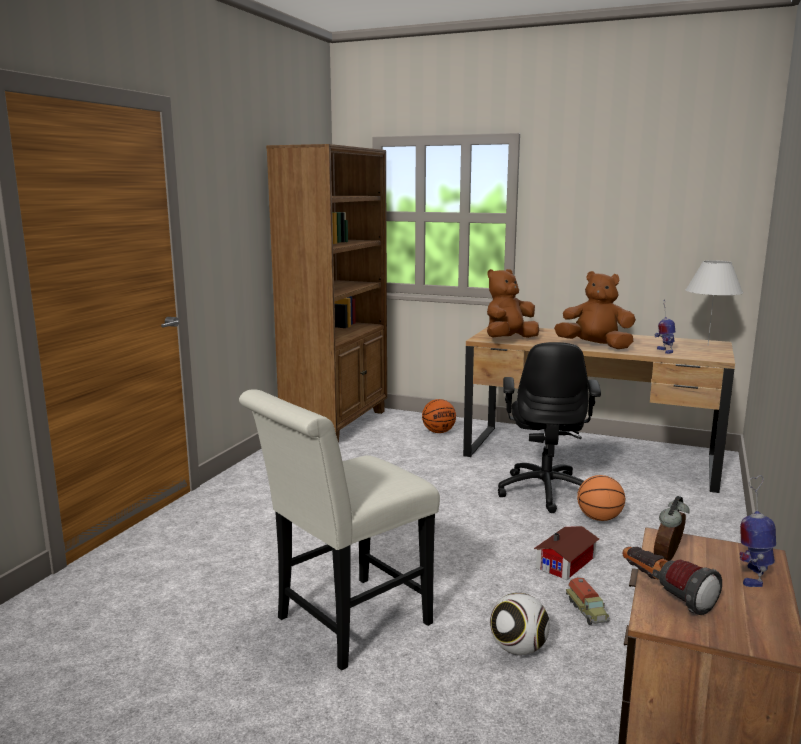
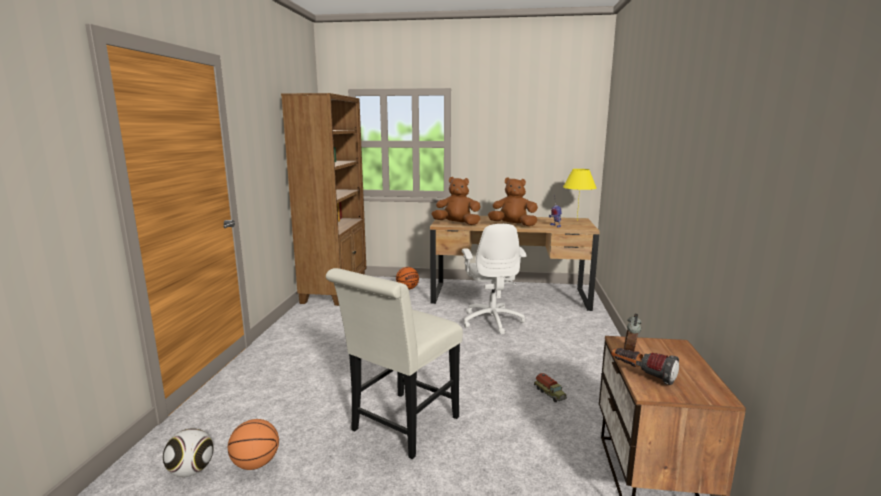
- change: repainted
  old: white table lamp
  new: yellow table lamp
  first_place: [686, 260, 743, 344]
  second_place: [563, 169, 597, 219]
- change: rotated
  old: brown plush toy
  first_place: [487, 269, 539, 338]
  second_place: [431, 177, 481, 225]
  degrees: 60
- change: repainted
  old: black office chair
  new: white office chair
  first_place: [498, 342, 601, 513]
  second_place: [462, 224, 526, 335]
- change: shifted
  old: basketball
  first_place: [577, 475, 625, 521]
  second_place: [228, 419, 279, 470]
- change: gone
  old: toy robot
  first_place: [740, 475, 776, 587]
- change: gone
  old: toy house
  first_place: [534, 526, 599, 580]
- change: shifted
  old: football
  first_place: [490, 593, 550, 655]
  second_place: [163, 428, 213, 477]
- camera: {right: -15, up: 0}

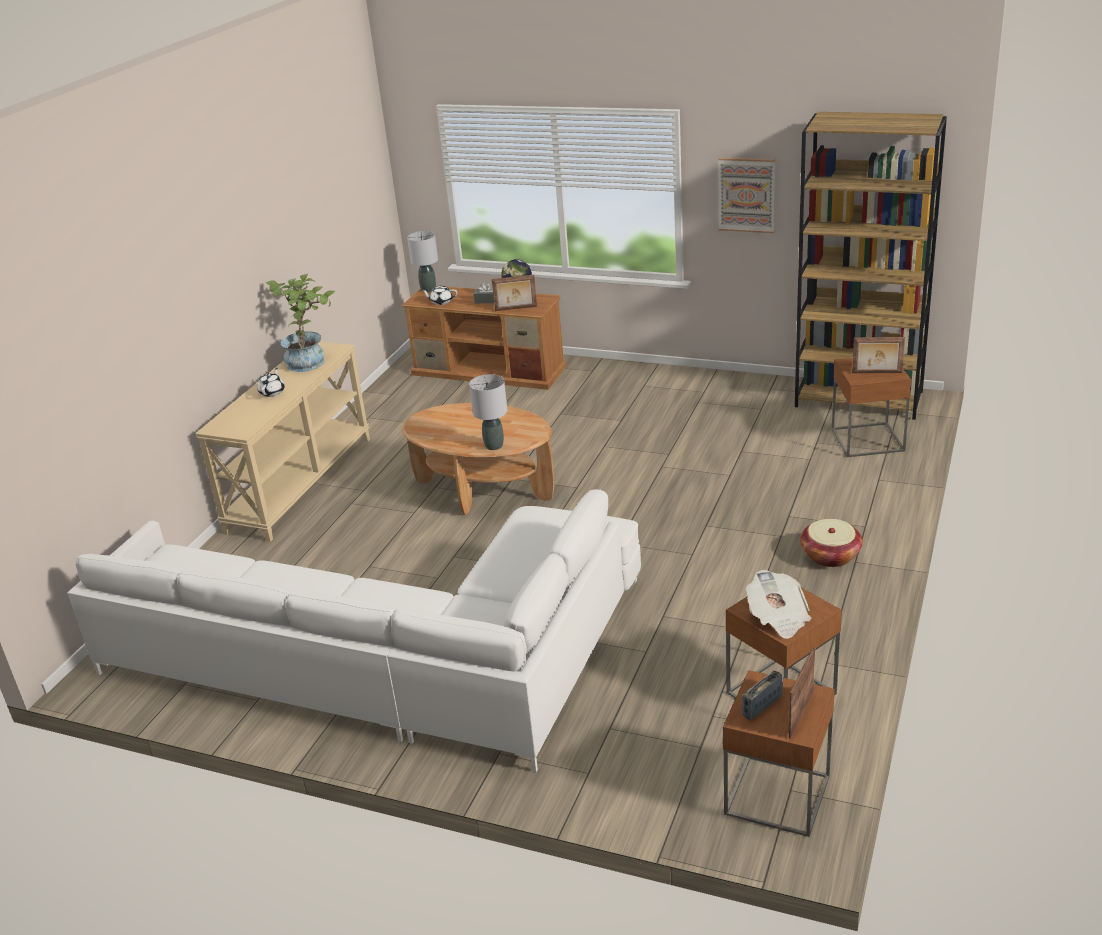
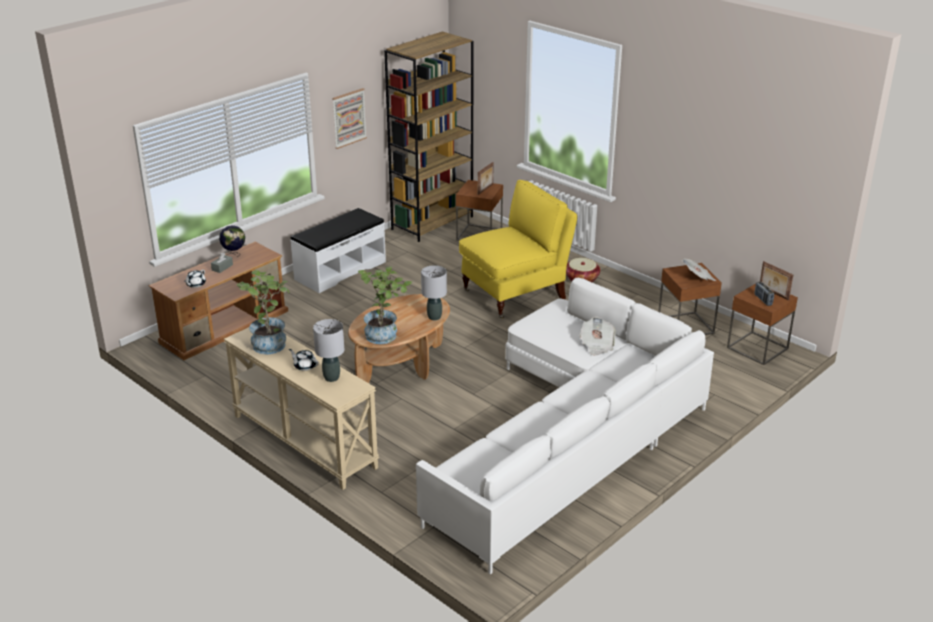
- change: shifted
  old: grey table lamp
  first_place: [407, 231, 438, 293]
  second_place: [313, 319, 344, 382]
- change: gone
  old: picture frame
  first_place: [492, 275, 537, 311]
- change: new
  new: yellow armchair
  second_place: [459, 180, 577, 319]
- change: new
  new: white bench
  second_place: [290, 208, 386, 293]
- change: new
  new: potted plant
  second_place: [358, 266, 412, 344]
- change: new
  new: newspaper
  second_place: [580, 317, 616, 356]
- camera: {right: -70, up: 0}

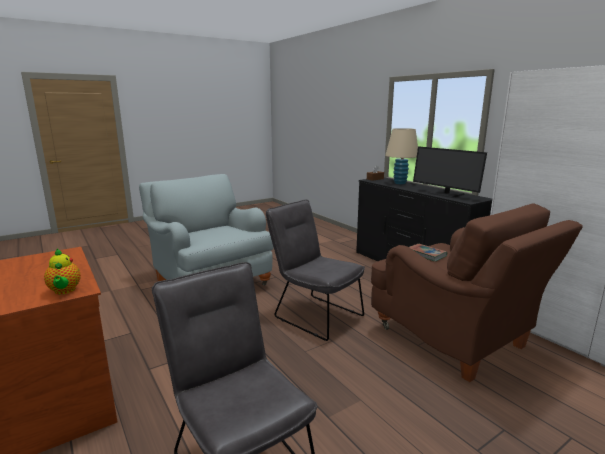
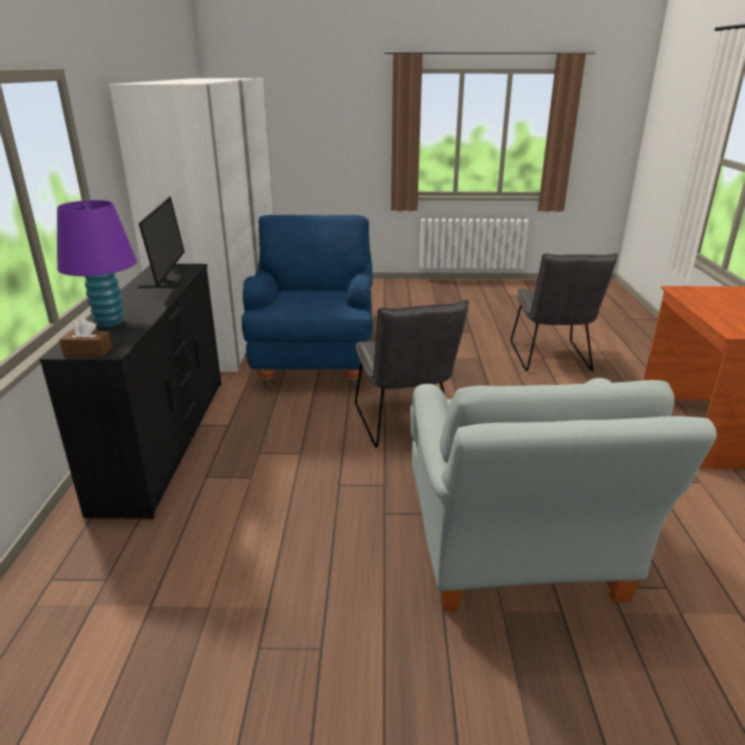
- change: repainted
  old: beige table lamp
  new: purple table lamp
  first_place: [385, 128, 418, 184]
  second_place: [57, 200, 137, 327]
- change: repainted
  old: brown armchair
  new: blue armchair
  first_place: [371, 203, 583, 382]
  second_place: [242, 215, 373, 387]
- change: gone
  old: book
  first_place: [409, 244, 447, 262]
- change: gone
  old: teapot
  first_place: [44, 249, 81, 294]
- camera: {right: -145, up: 10}

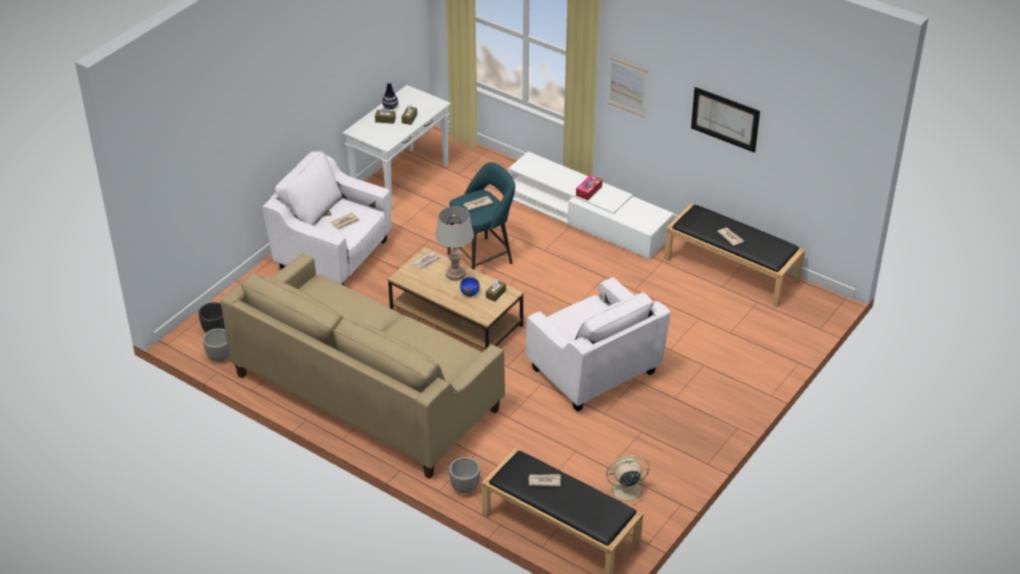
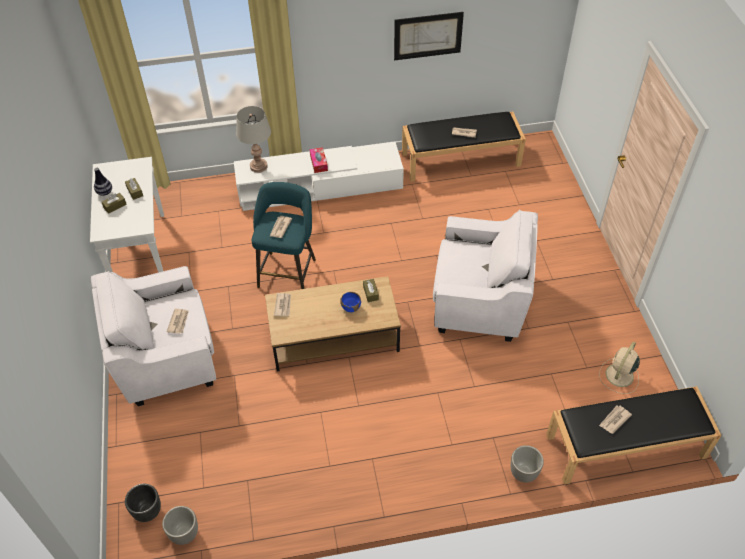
- change: gone
  old: picture
  first_place: [608, 57, 648, 117]
- change: shifted
  old: grey table lamp
  first_place: [435, 206, 474, 281]
  second_place: [236, 106, 271, 173]
- change: gone
  old: beige sofa
  first_place: [221, 253, 505, 479]
- camera: {right: -45, up: 10}

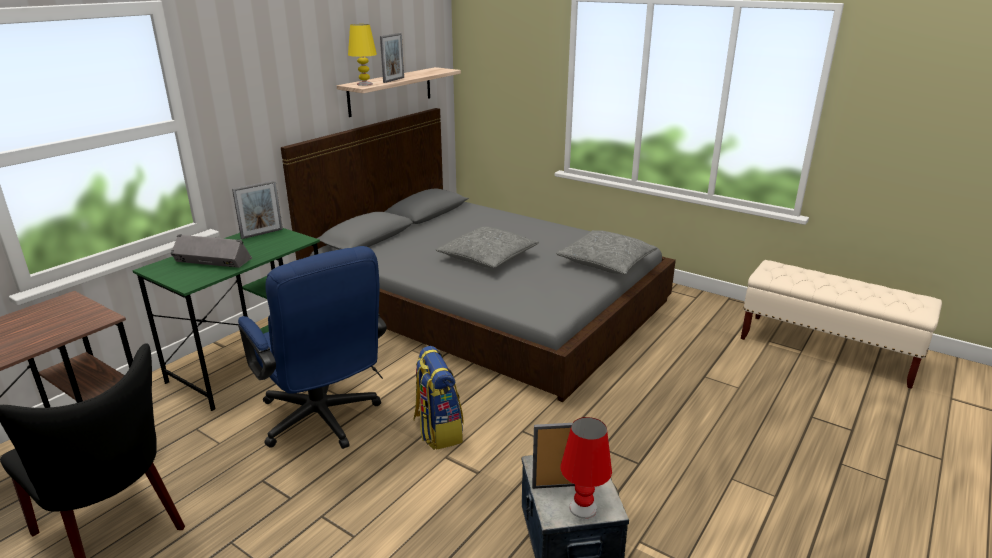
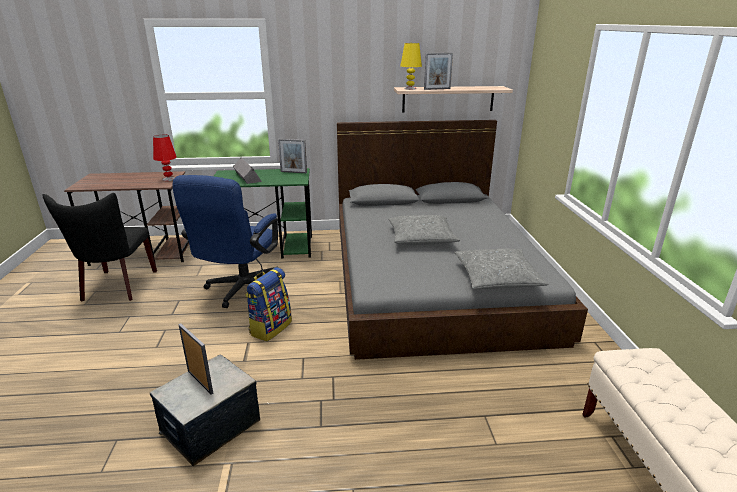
- change: shifted
  old: red table lamp
  first_place: [561, 417, 612, 519]
  second_place: [153, 135, 177, 181]
- camera: {right: 50, up: 0}

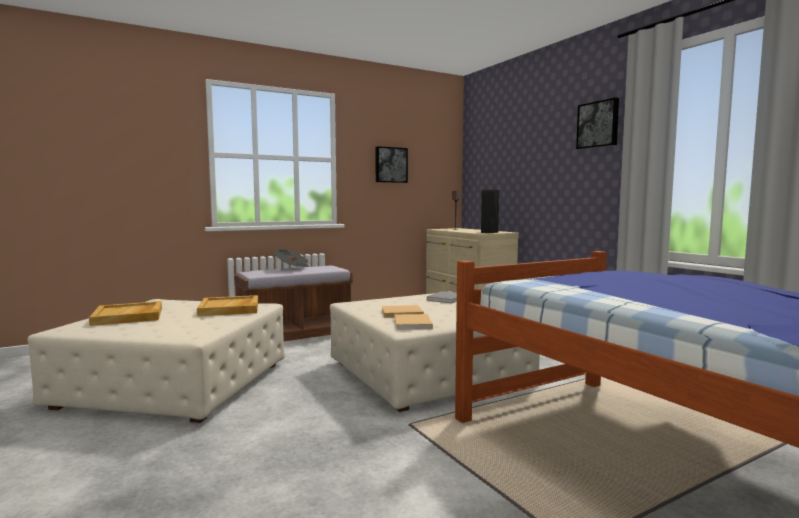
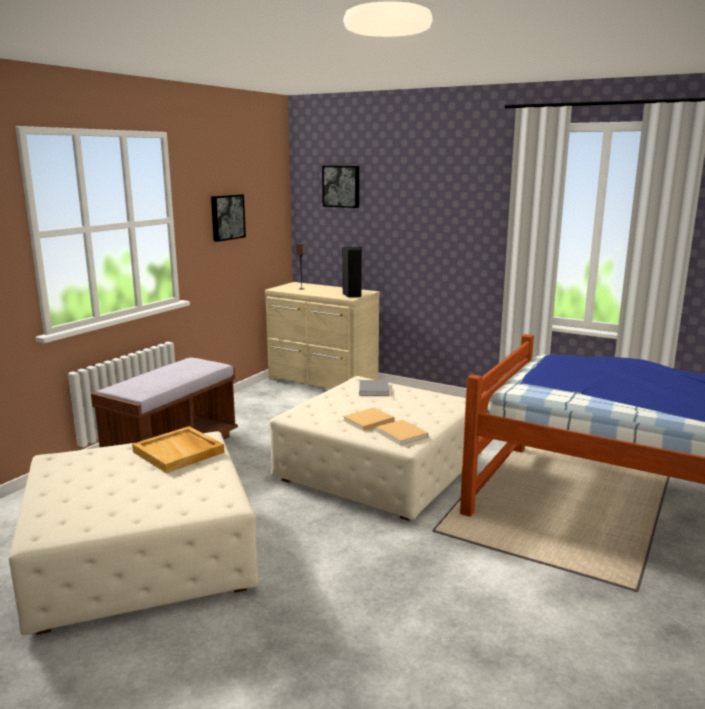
- change: shifted
  old: picture
  first_place: [576, 97, 619, 149]
  second_place: [322, 166, 359, 208]
- change: gone
  old: newspaper
  first_place: [273, 250, 309, 267]
- change: gone
  old: beige tray
  first_place: [89, 301, 162, 326]
- camera: {right: -30, up: 10}

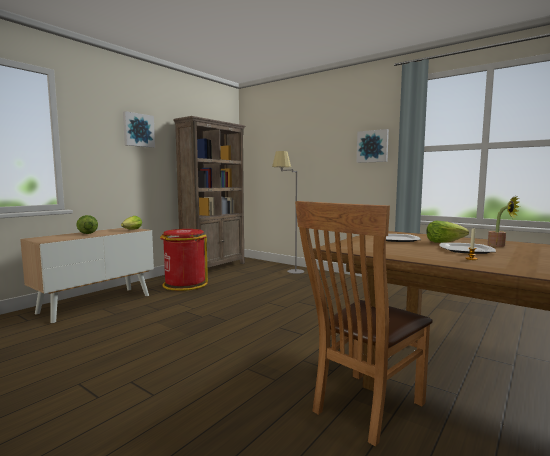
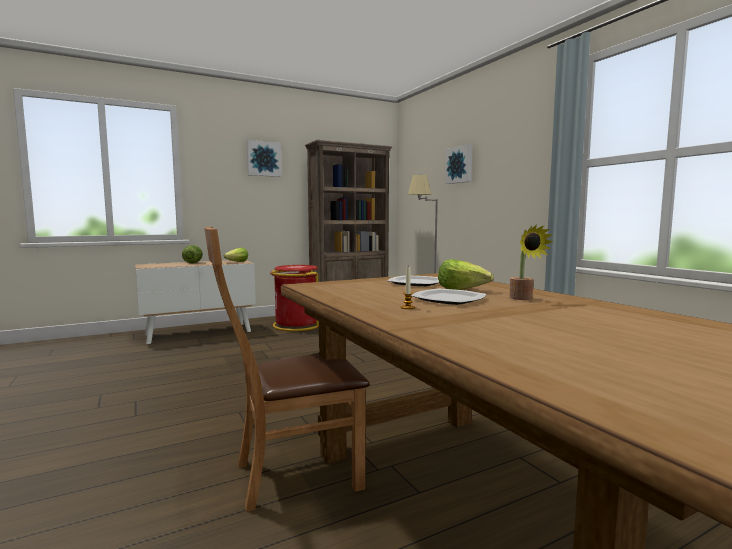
- change: shifted
  old: picture
  first_place: [357, 129, 389, 163]
  second_place: [445, 144, 472, 184]
- camera: {right: 25, up: 0}

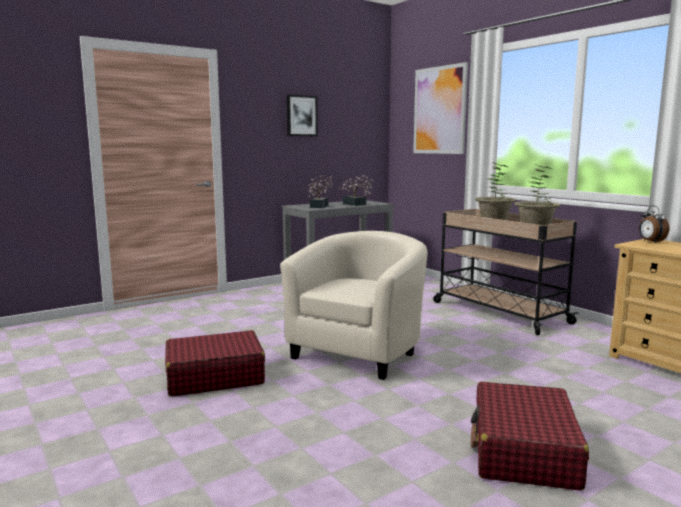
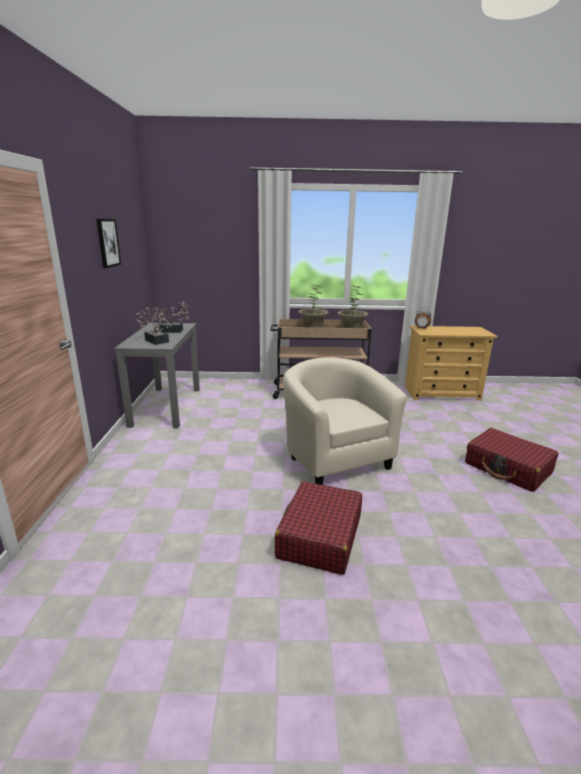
- change: gone
  old: picture
  first_place: [413, 62, 468, 154]
- camera: {right: -55, up: 10}

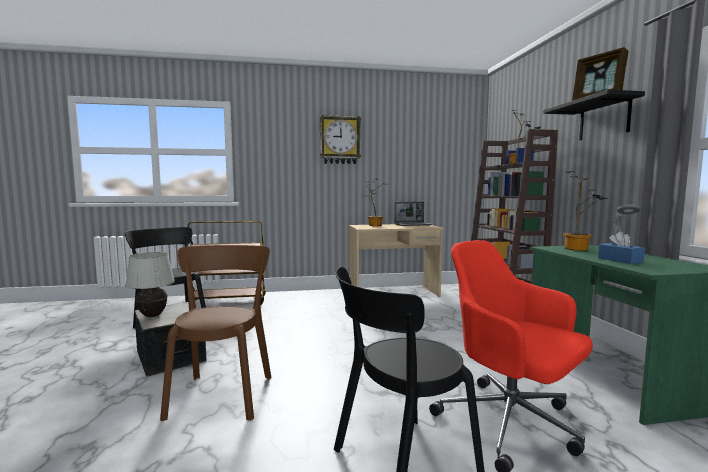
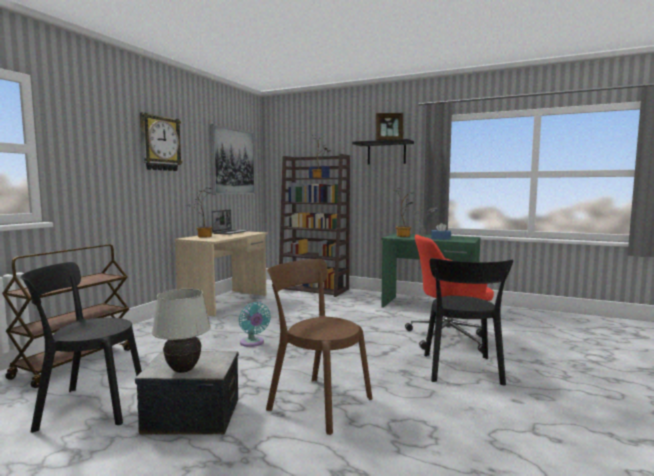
- change: new
  new: picture
  second_place: [210, 124, 255, 195]
- change: new
  new: turquoise fan
  second_place: [239, 302, 271, 347]
- camera: {right: -55, up: 0}

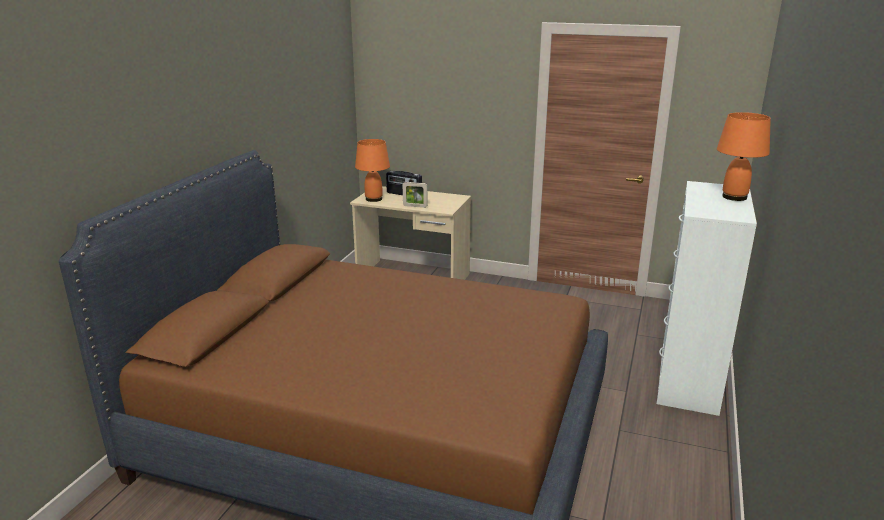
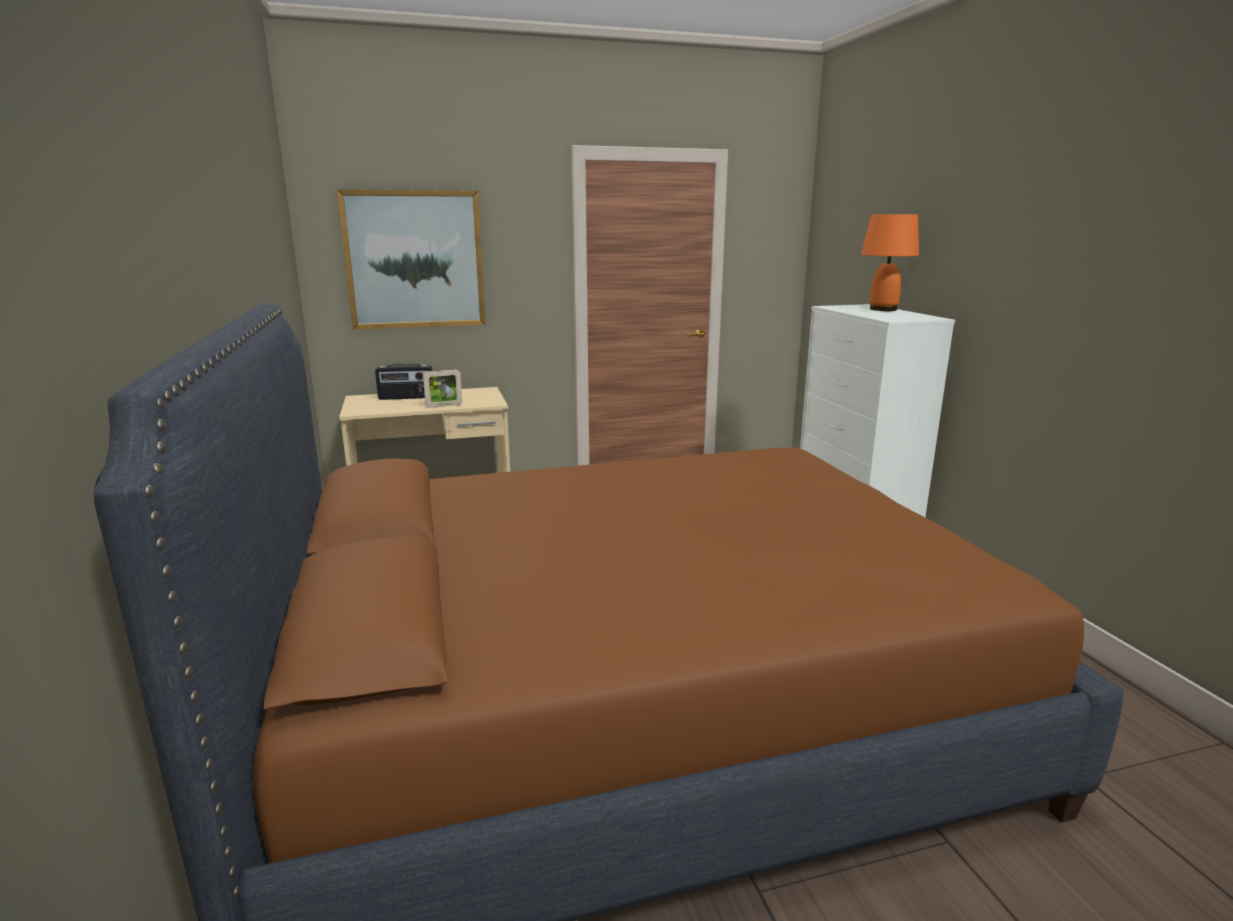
- change: gone
  old: orange table lamp
  first_place: [355, 139, 390, 202]
- change: new
  new: picture
  second_place: [337, 189, 486, 330]
- camera: {right: -35, up: -5}

